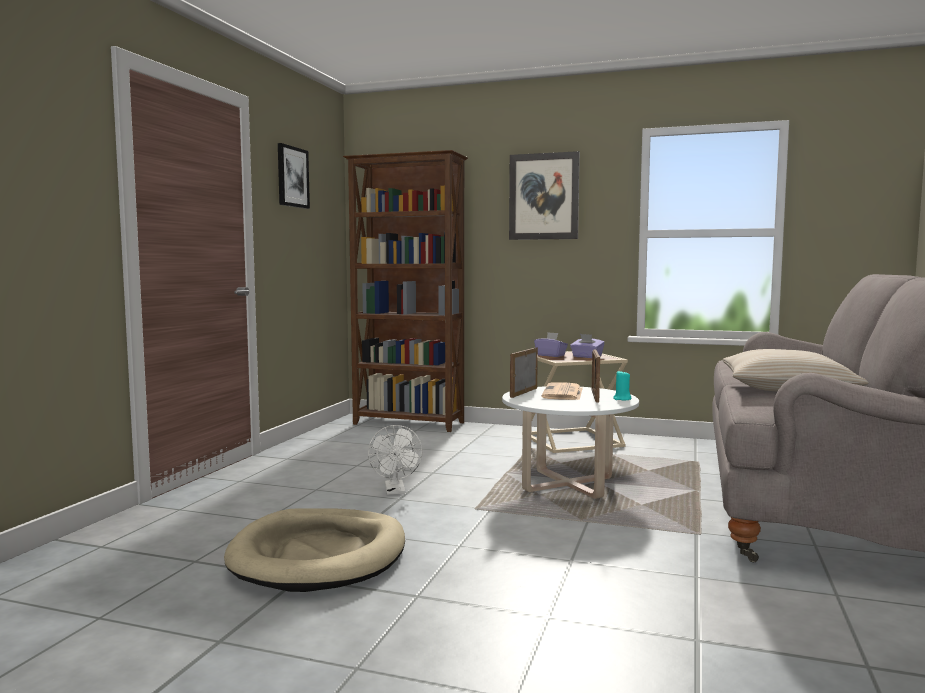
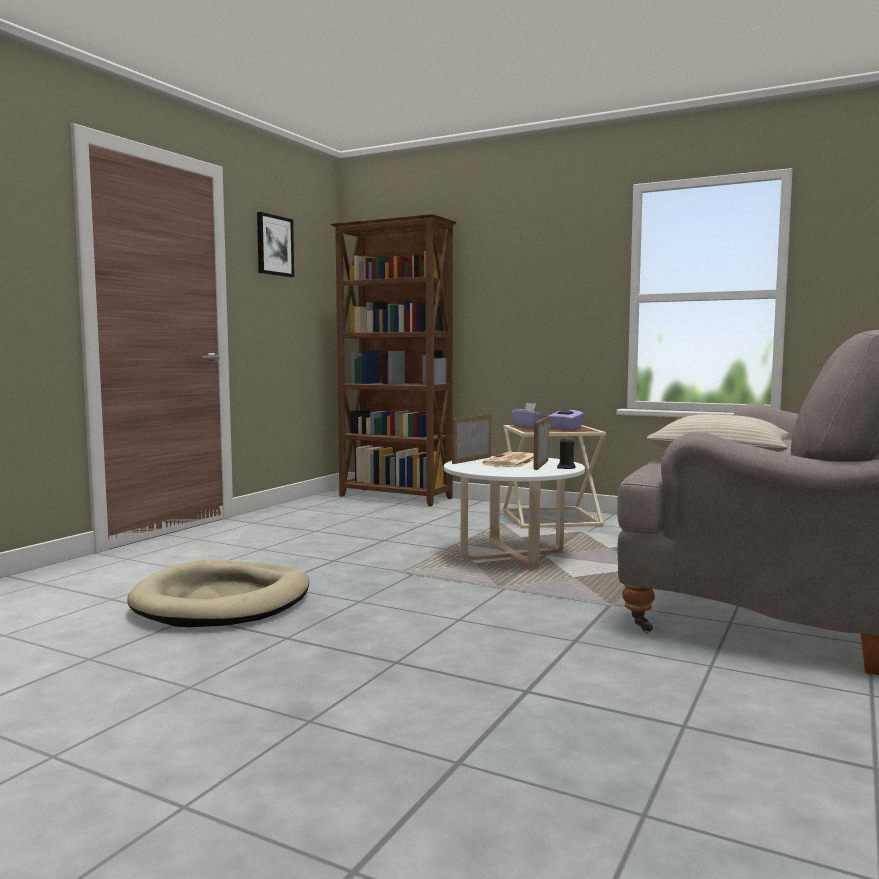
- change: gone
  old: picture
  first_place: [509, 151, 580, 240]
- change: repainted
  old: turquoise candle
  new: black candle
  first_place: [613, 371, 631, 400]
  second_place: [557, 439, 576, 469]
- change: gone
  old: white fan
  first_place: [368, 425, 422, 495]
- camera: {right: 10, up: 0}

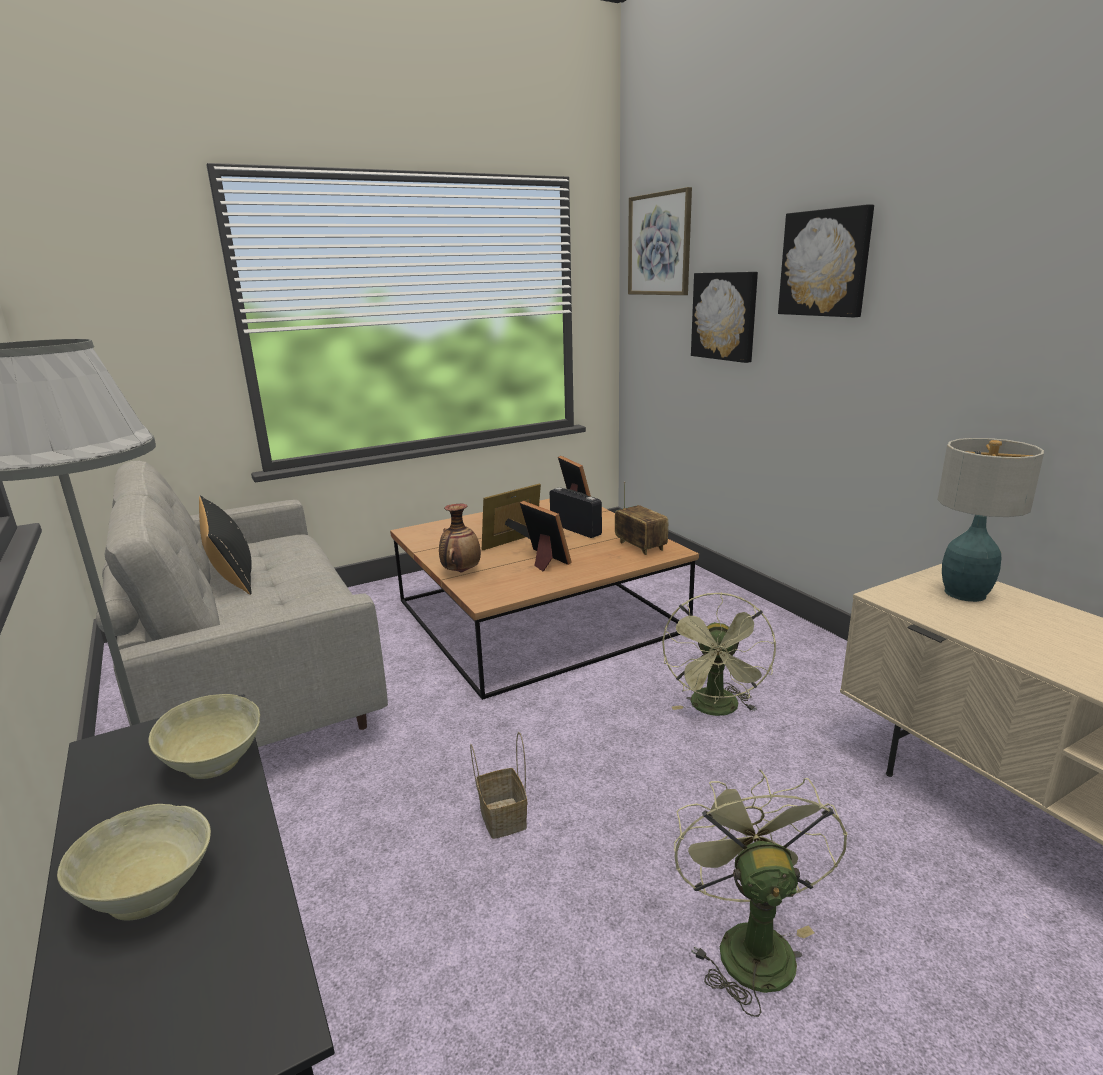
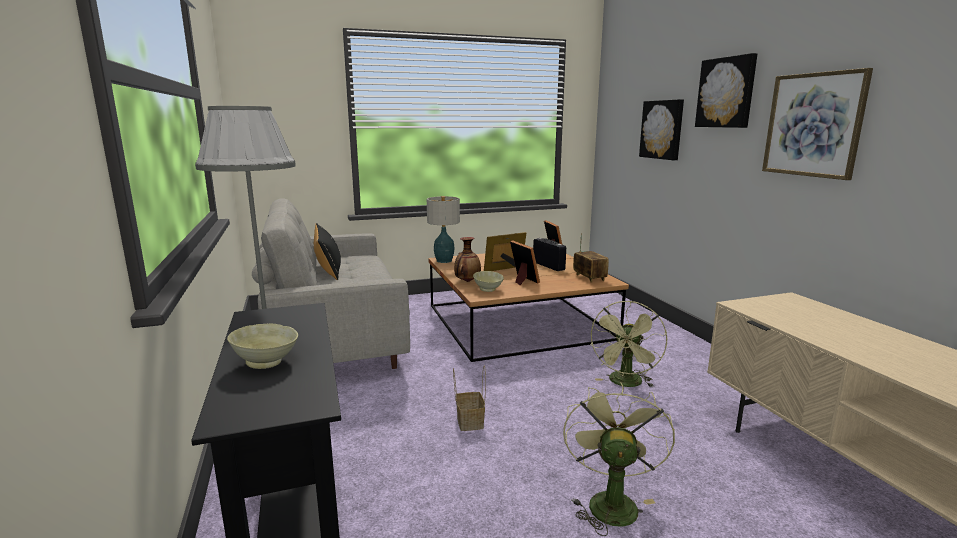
- change: shifted
  old: picture
  first_place: [628, 187, 692, 295]
  second_place: [762, 68, 873, 180]
- change: shifted
  old: table lamp
  first_place: [937, 438, 1044, 602]
  second_place: [427, 196, 460, 263]
- change: shifted
  old: beige bowl
  first_place: [148, 694, 260, 779]
  second_place: [473, 271, 504, 292]
- camera: {right: 10, up: -5}

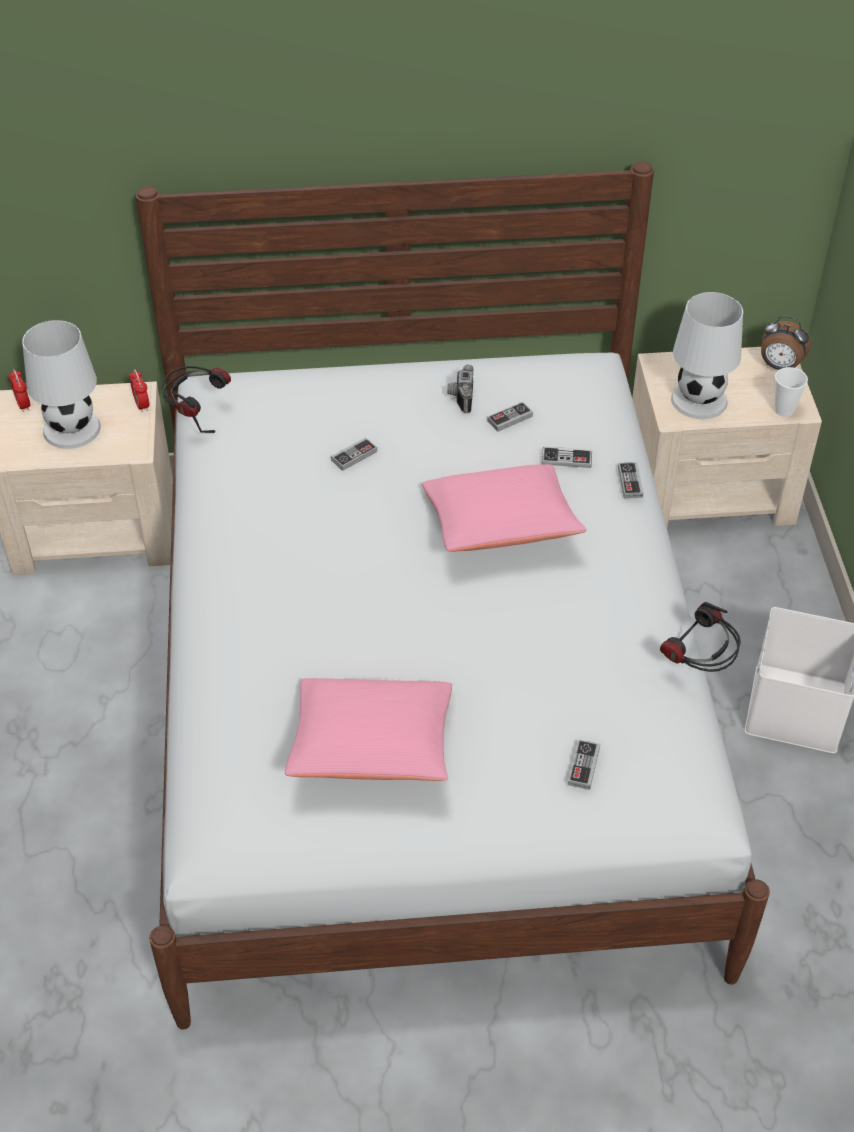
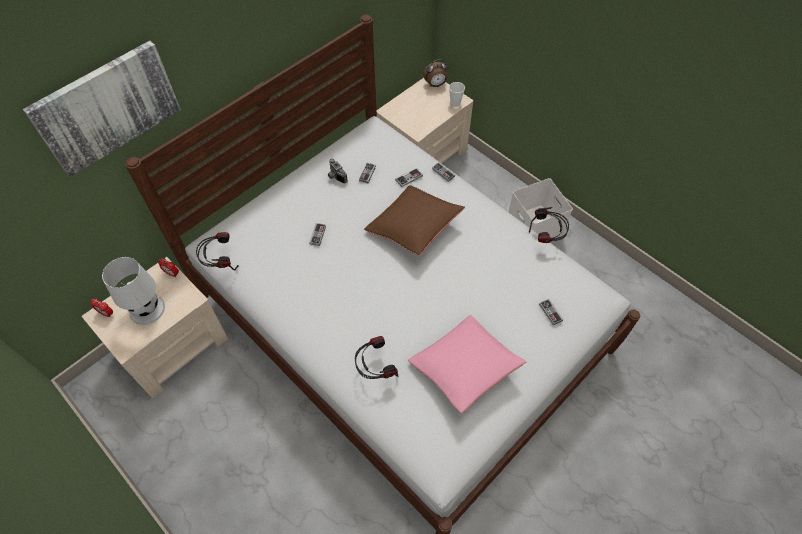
- change: gone
  old: white table lamp
  first_place: [671, 292, 743, 419]
- change: repainted
  old: pink pillow
  new: brown pillow
  first_place: [422, 464, 587, 552]
  second_place: [364, 185, 465, 255]
- change: new
  new: picture
  second_place: [23, 41, 181, 177]
- change: new
  new: headphones
  second_place: [355, 336, 398, 379]
- camera: {right: -40, up: 10}

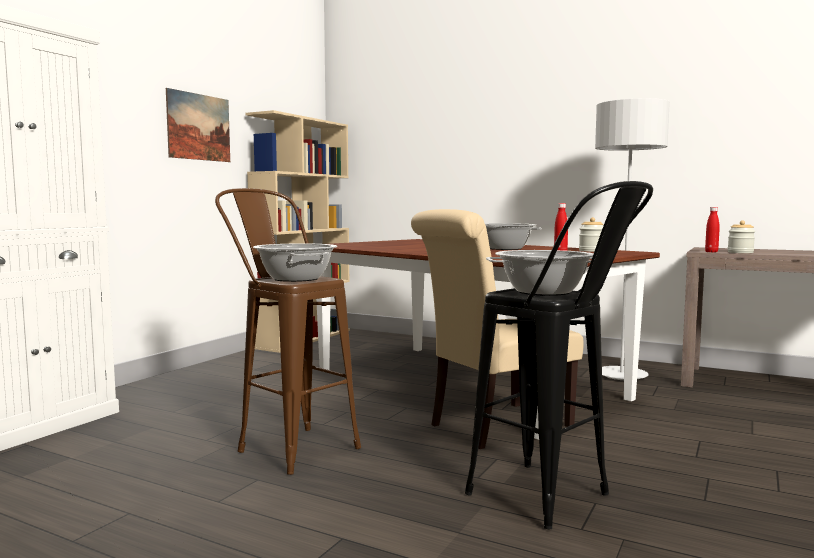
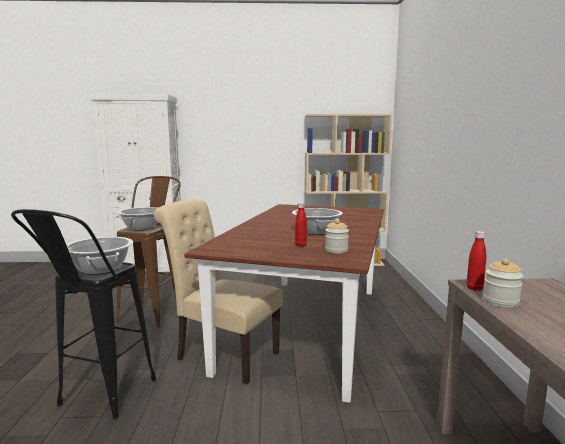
- change: gone
  old: picture
  first_place: [166, 88, 230, 162]
- change: gone
  old: grey floor lamp
  first_place: [595, 98, 670, 380]
- camera: {right: 60, up: 5}

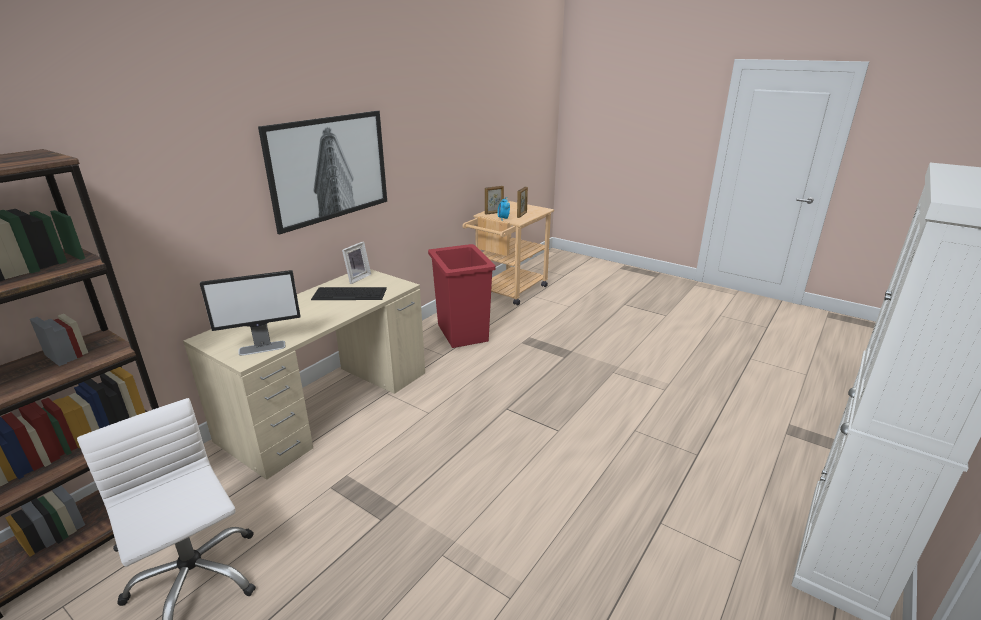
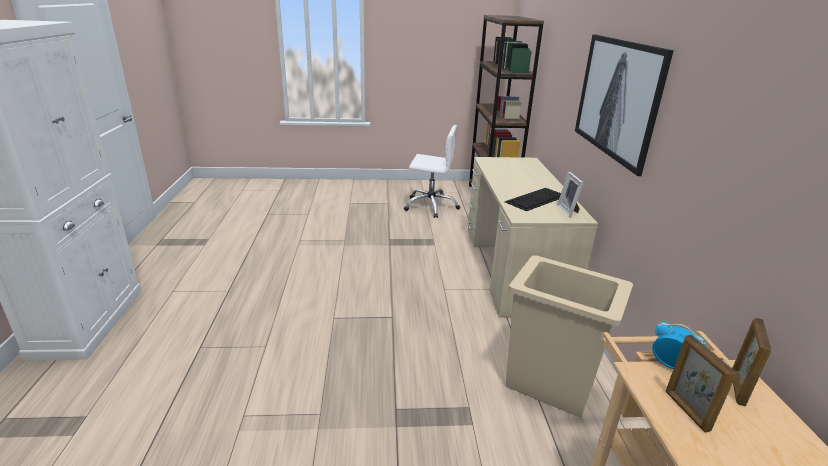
- change: repainted
  old: red trash can
  new: beige trash can
  first_place: [428, 244, 495, 348]
  second_place: [506, 255, 633, 417]
- change: gone
  old: monitor
  first_place: [200, 270, 301, 356]
- camera: {right: 140, up: 0}

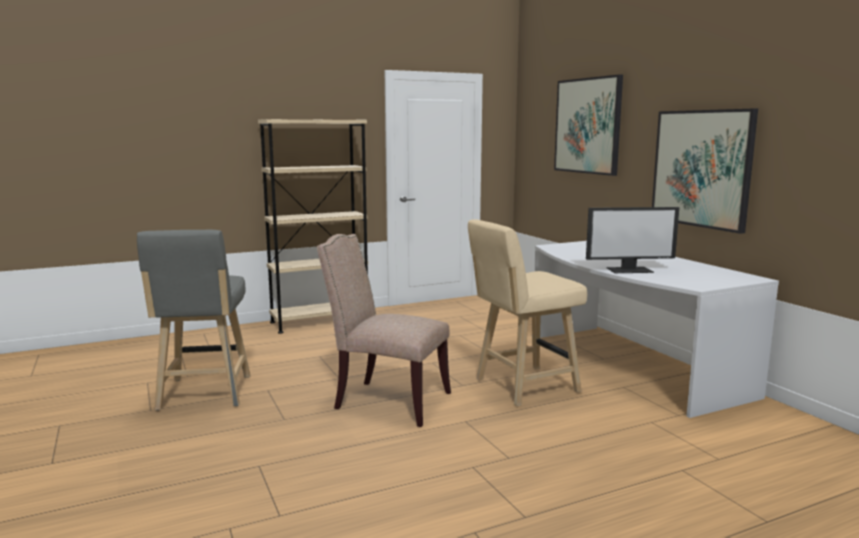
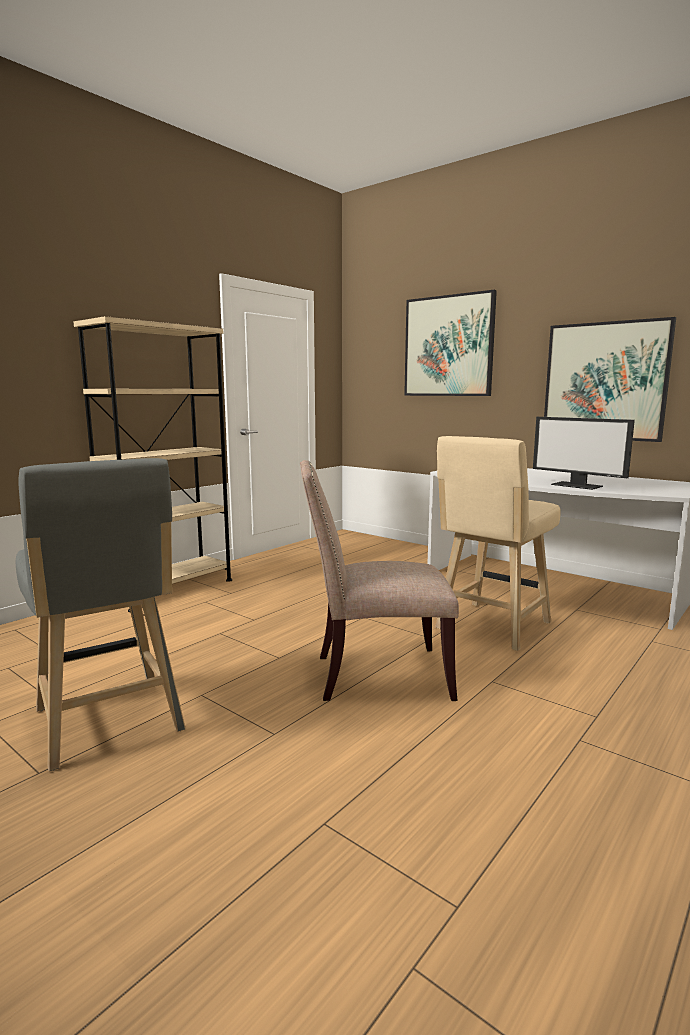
- change: rotated
  old: monitor
  first_place: [586, 207, 679, 273]
  second_place: [533, 417, 635, 490]
  degrees: 75
- camera: {right: -25, up: 0}

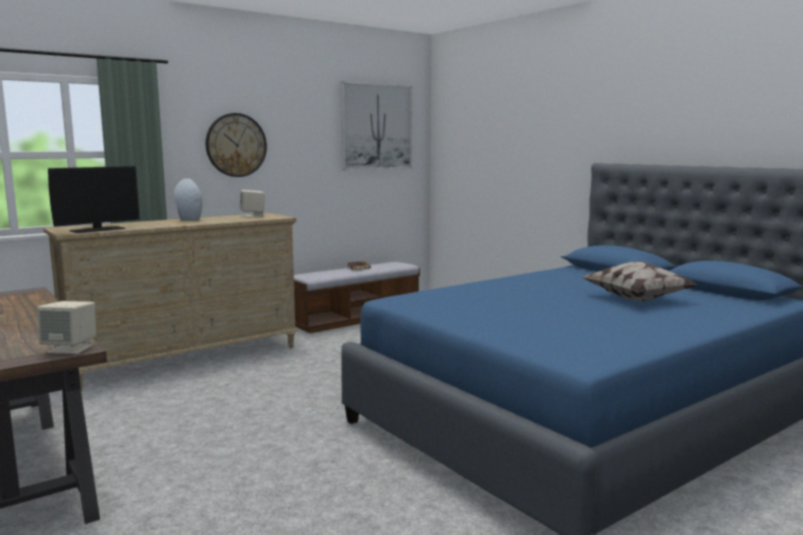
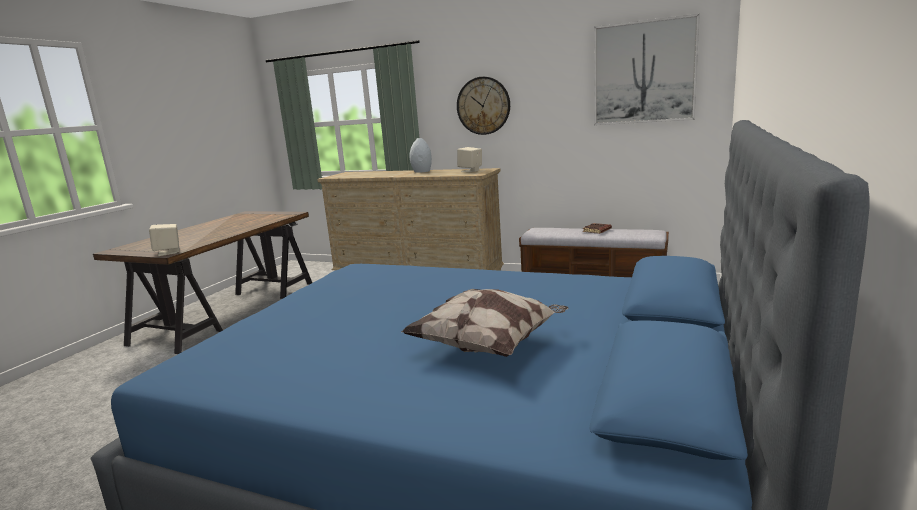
- change: gone
  old: monitor
  first_place: [48, 166, 140, 233]
- camera: {right: 60, up: 5}

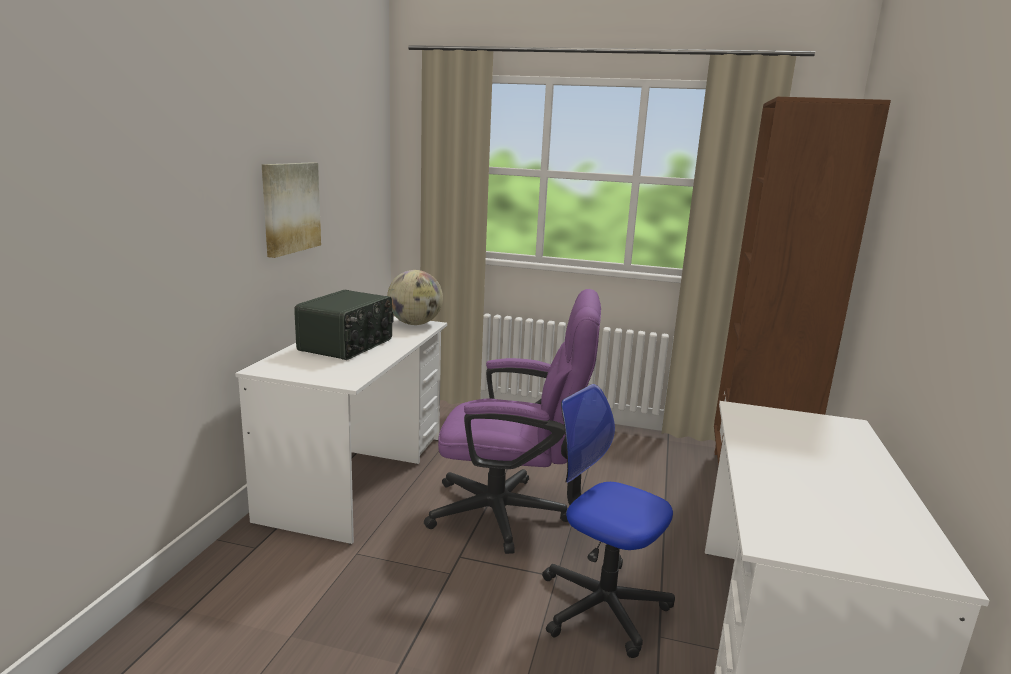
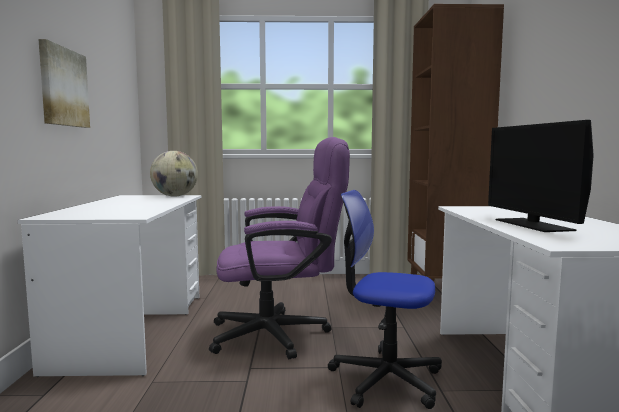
- change: gone
  old: radio
  first_place: [294, 290, 393, 360]
- change: new
  new: monitor
  second_place: [488, 120, 594, 232]
- camera: {right: -15, up: -10}

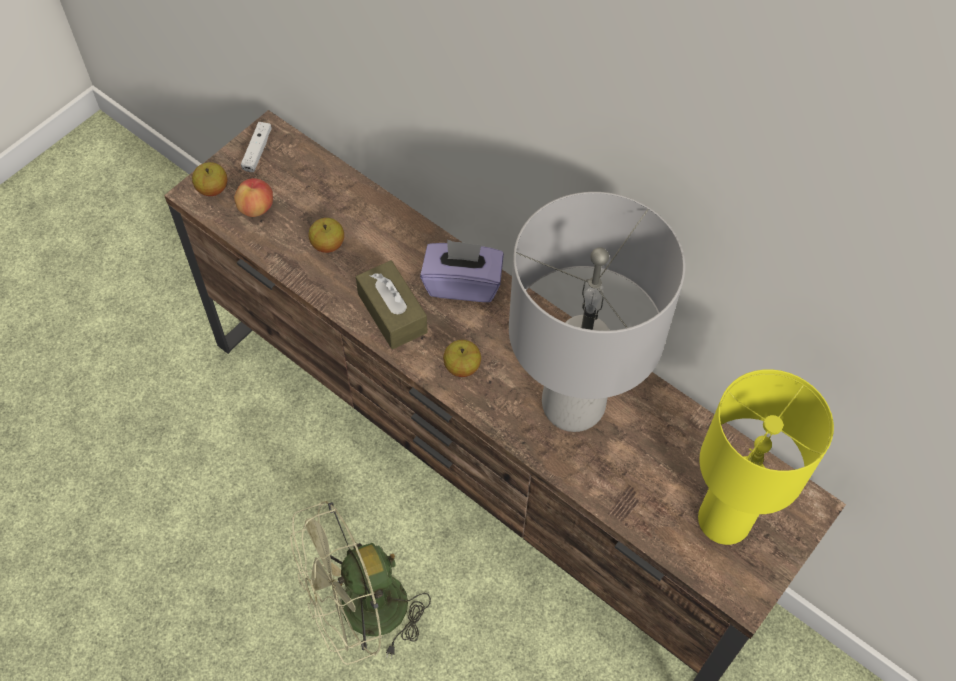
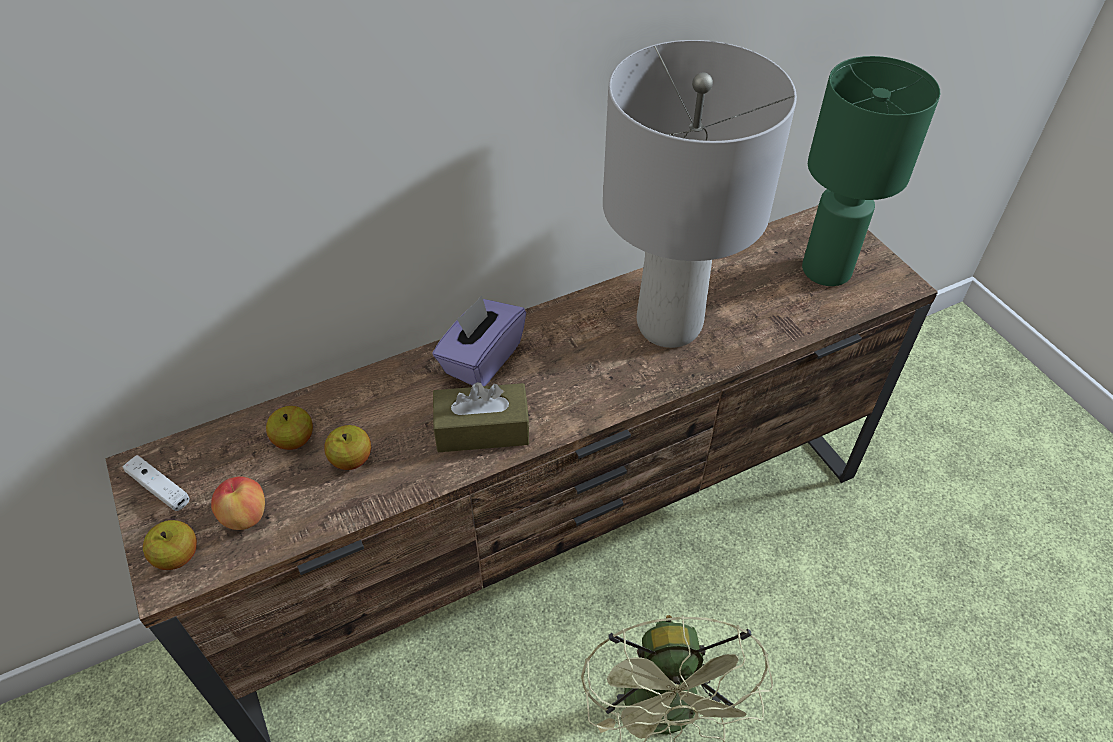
- change: shifted
  old: apple
  first_place: [443, 340, 481, 377]
  second_place: [266, 406, 313, 450]
- change: repainted
  old: yellow table lamp
  new: green table lamp
  first_place: [698, 369, 834, 545]
  second_place: [802, 56, 940, 286]
- camera: {right: -65, up: -10}

